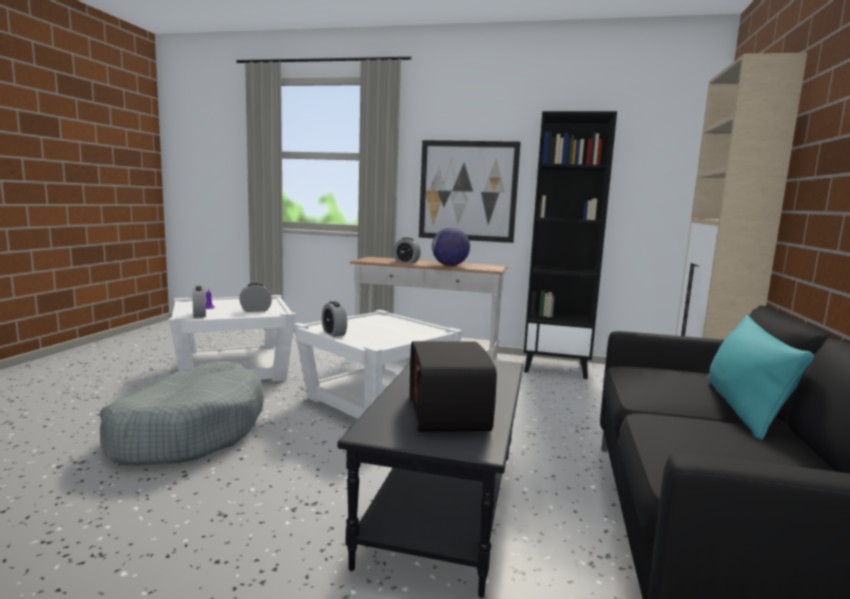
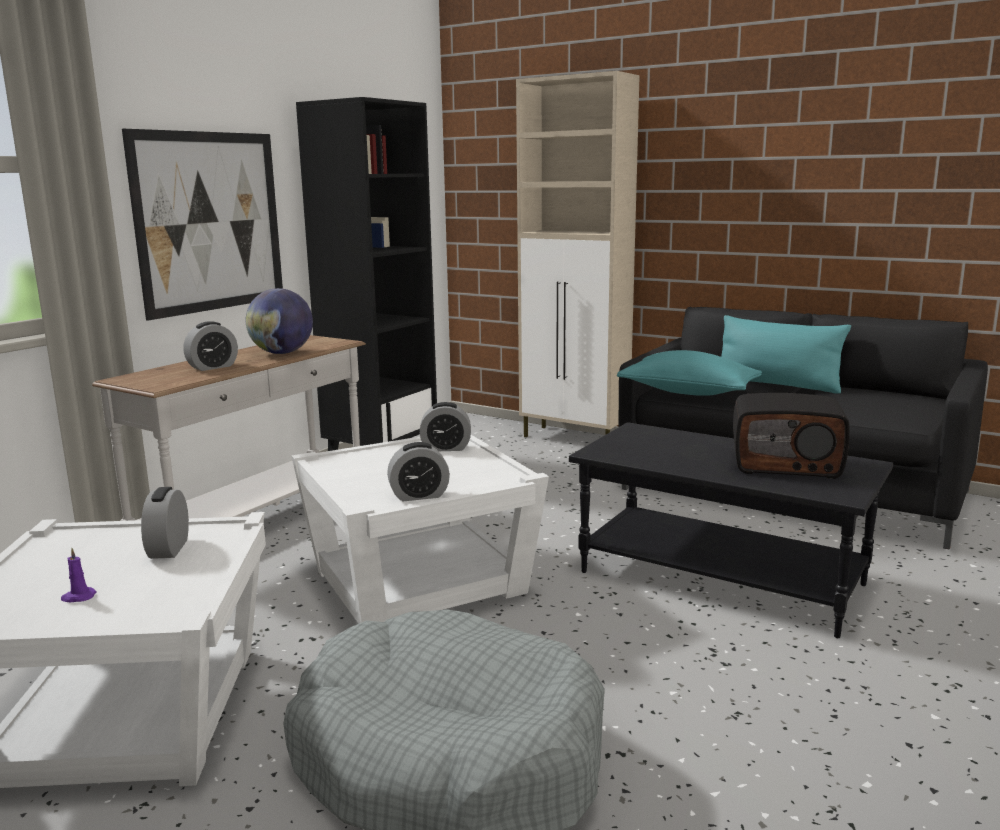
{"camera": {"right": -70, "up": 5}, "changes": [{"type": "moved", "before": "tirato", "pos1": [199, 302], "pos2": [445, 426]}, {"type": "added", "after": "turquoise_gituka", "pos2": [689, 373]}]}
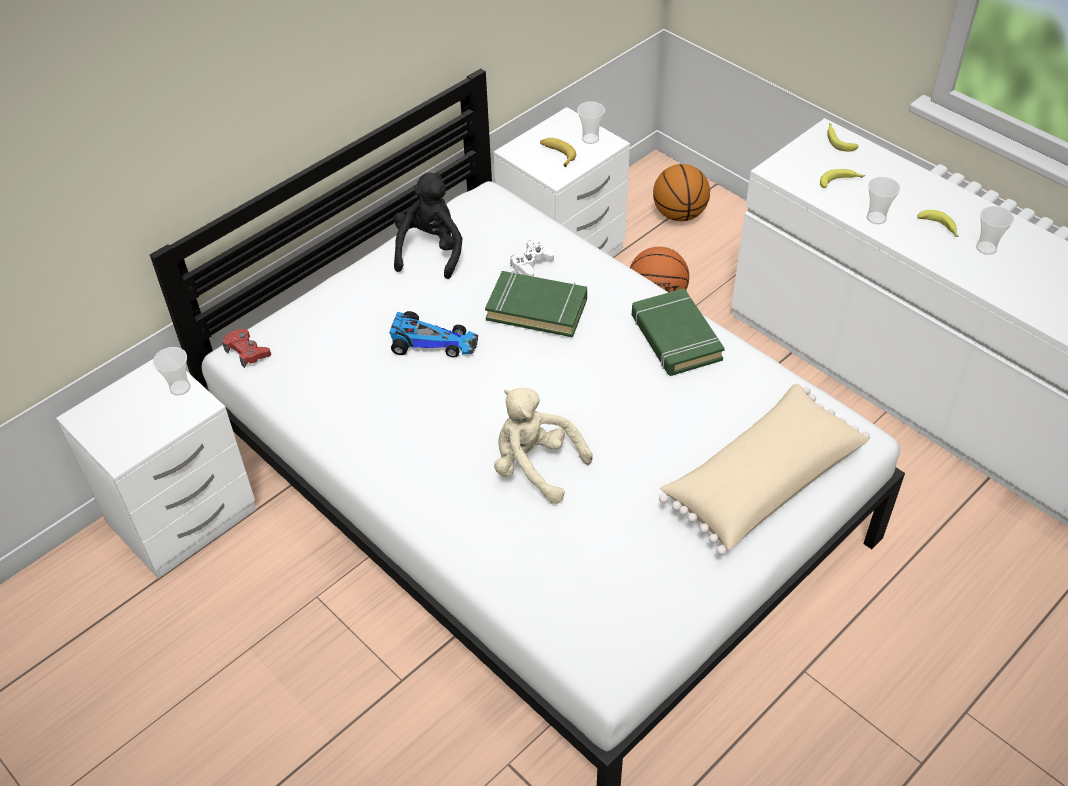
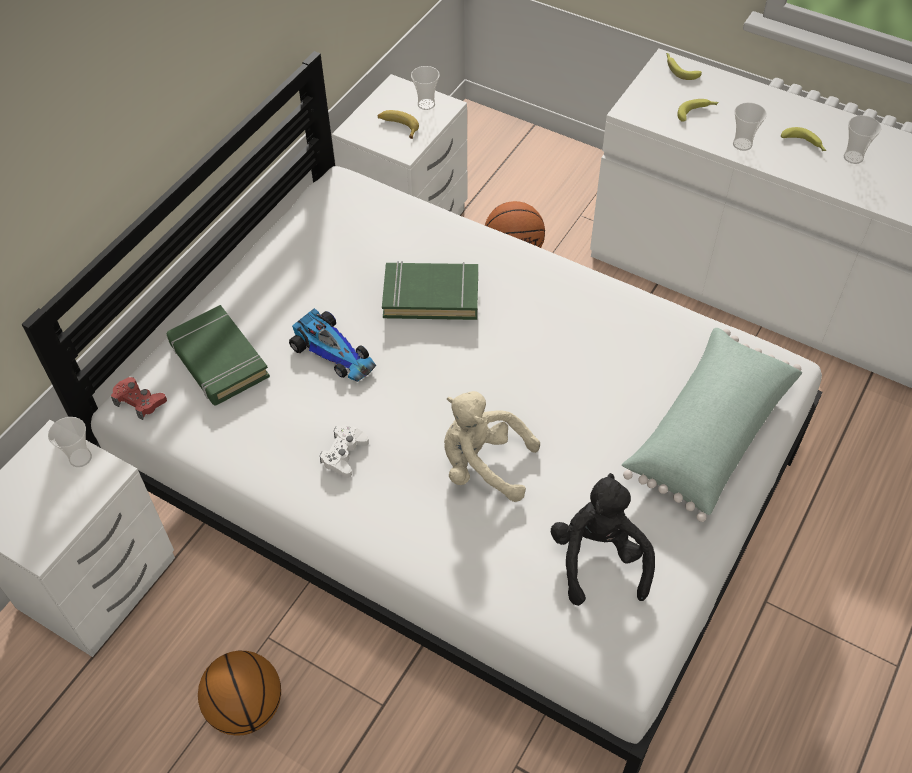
{"camera": {"right": -15, "up": 5}, "changes": [{"type": "turned", "before": "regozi", "pos1": [433, 334], "pos2": [332, 345], "turn": 45}, {"type": "moved", "before": "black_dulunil", "pos1": [428, 226], "pos2": [603, 539]}, {"type": "moved", "before": "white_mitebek", "pos1": [532, 258], "pos2": [344, 451]}, {"type": "moved", "before": "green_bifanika", "pos1": [678, 332], "pos2": [218, 355]}, {"type": "moved", "before": "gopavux", "pos1": [681, 192], "pos2": [239, 693]}, {"type": "recoloured", "before": "beige_gituka", "after": "green_gituka", "pos1": [764, 469], "pos2": [712, 425]}]}
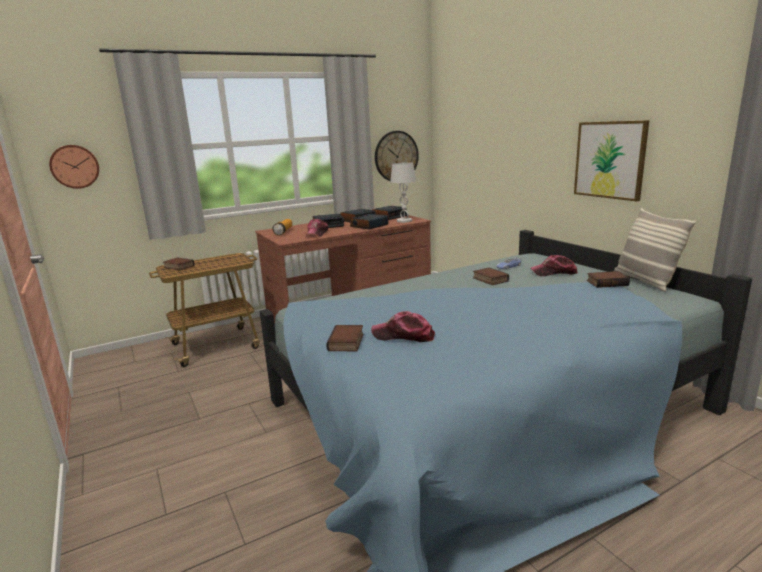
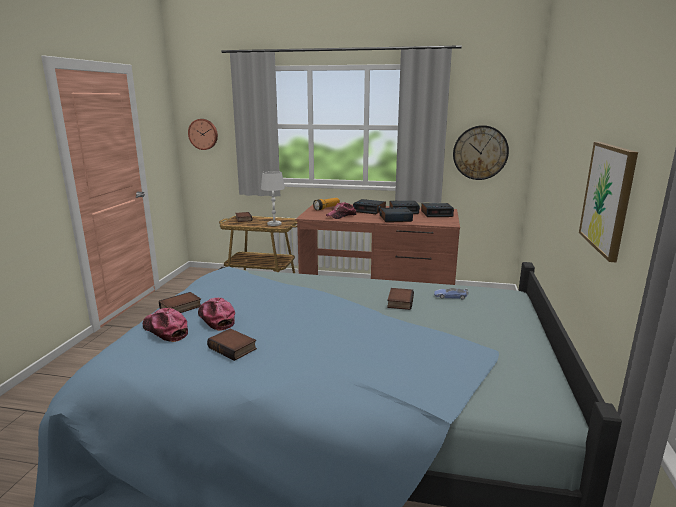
{"camera": {"right": 40, "up": 0}, "changes": [{"type": "moved", "before": "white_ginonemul", "pos1": [403, 192], "pos2": [273, 198]}, {"type": "moved", "before": "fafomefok", "pos1": [554, 265], "pos2": [165, 325]}, {"type": "moved", "before": "bifanika", "pos1": [608, 279], "pos2": [232, 344]}, {"type": "removed", "before": "gituka", "pos1": [655, 250]}]}
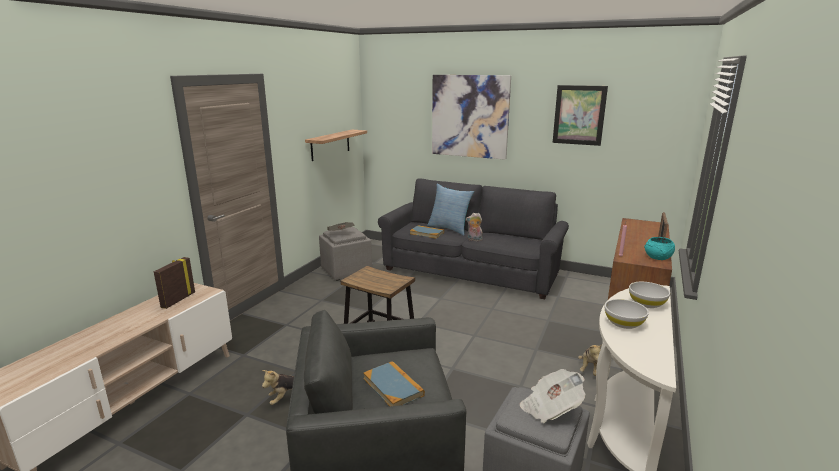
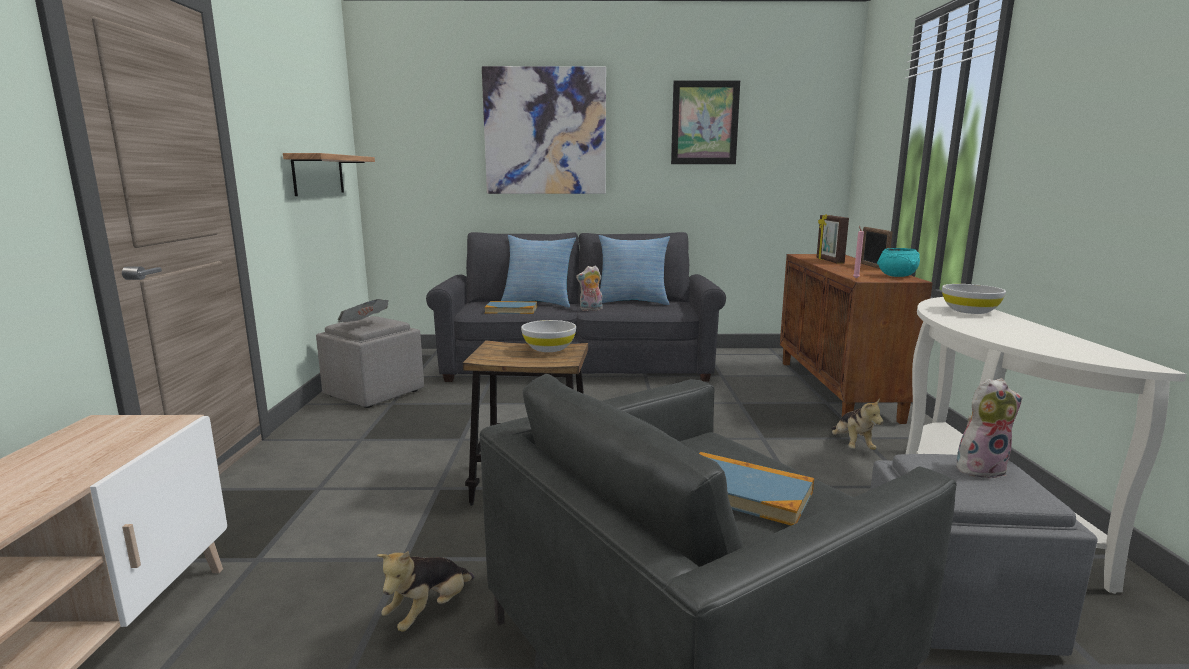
{"camera": {"right": -25, "up": -5}, "changes": [{"type": "moved", "before": "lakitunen", "pos1": [174, 283], "pos2": [833, 238]}, {"type": "replaced", "before": "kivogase", "after": "dulunil", "pos1": [552, 396], "pos2": [989, 428]}, {"type": "moved", "before": "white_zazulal", "pos1": [627, 314], "pos2": [548, 336]}, {"type": "added", "after": "gituka", "pos2": [634, 270]}]}
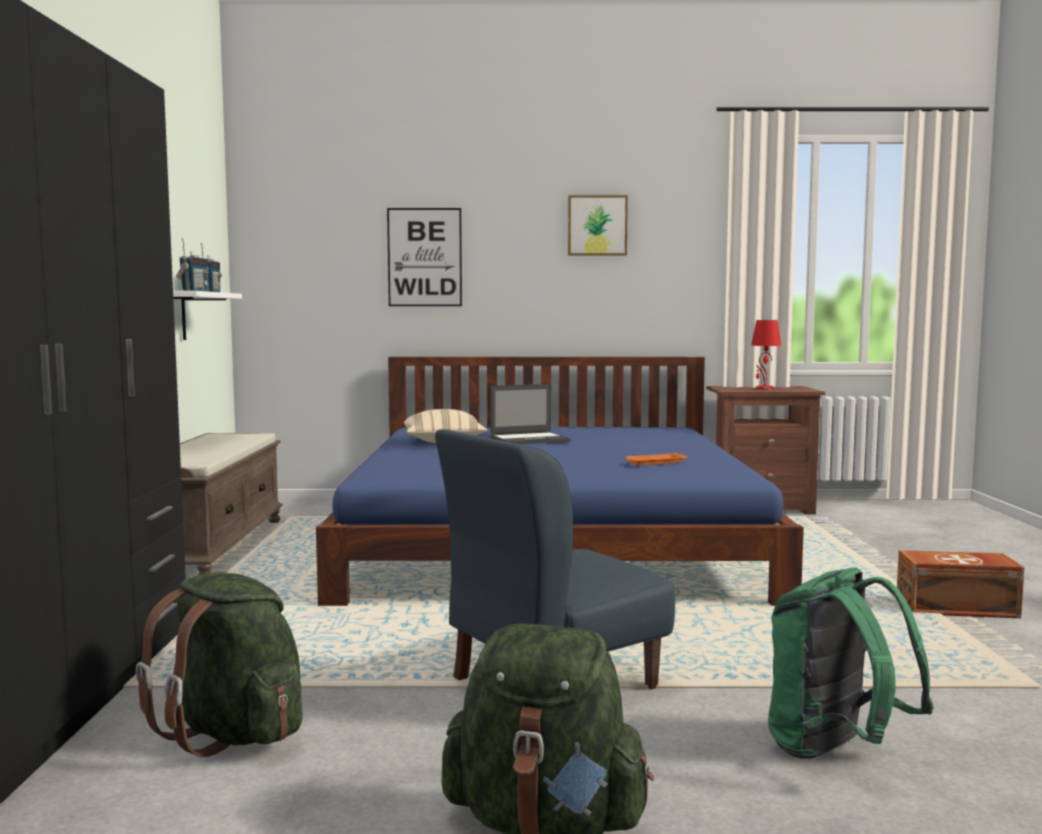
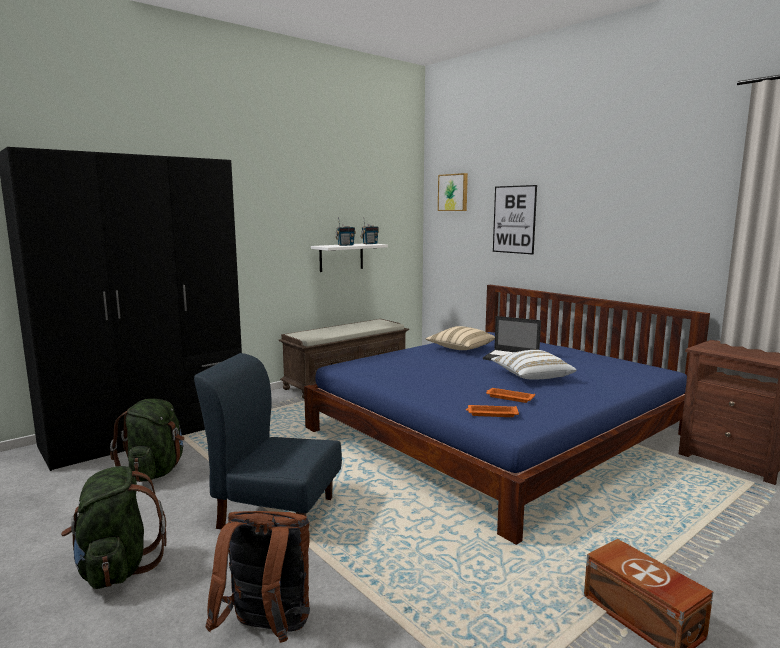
{"camera": {"right": 50, "up": 5}, "changes": [{"type": "moved", "before": "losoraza", "pos1": [598, 225], "pos2": [453, 192]}, {"type": "removed", "before": "red_ginonemul", "pos1": [766, 355]}, {"type": "recoloured", "before": "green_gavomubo", "after": "brown_gavomubo", "pos1": [851, 663], "pos2": [257, 577]}, {"type": "added", "after": "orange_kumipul", "pos2": [492, 411]}, {"type": "added", "after": "white_gituka", "pos2": [534, 365]}]}
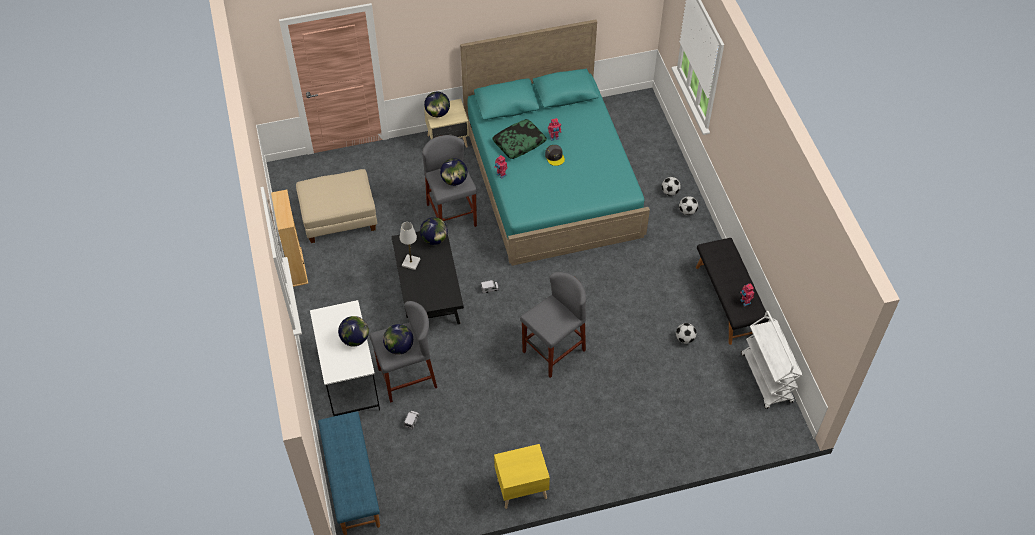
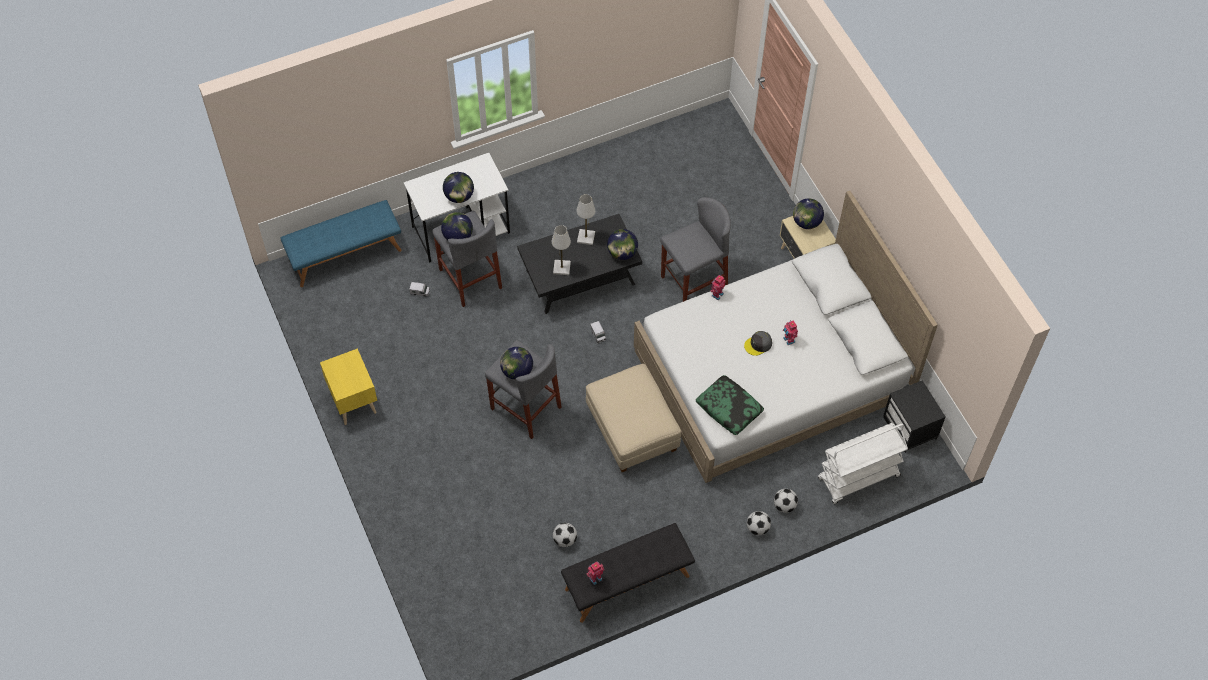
{"camera": {"right": 80, "up": 5}, "changes": [{"type": "removed", "before": "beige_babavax", "pos1": [289, 238]}, {"type": "moved", "before": "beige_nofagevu", "pos1": [336, 206], "pos2": [633, 418]}, {"type": "moved", "before": "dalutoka", "pos1": [454, 172], "pos2": [516, 363]}, {"type": "recoloured", "before": "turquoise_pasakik", "after": "white_pasakik", "pos1": [555, 142], "pos2": [786, 337]}, {"type": "moved", "before": "gituka", "pos1": [519, 139], "pos2": [730, 405]}, {"type": "moved", "before": "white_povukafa", "pos1": [771, 360], "pos2": [863, 463]}, {"type": "added", "after": "white_ginonemul", "pos2": [561, 250]}, {"type": "added", "after": "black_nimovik", "pos2": [914, 416]}]}
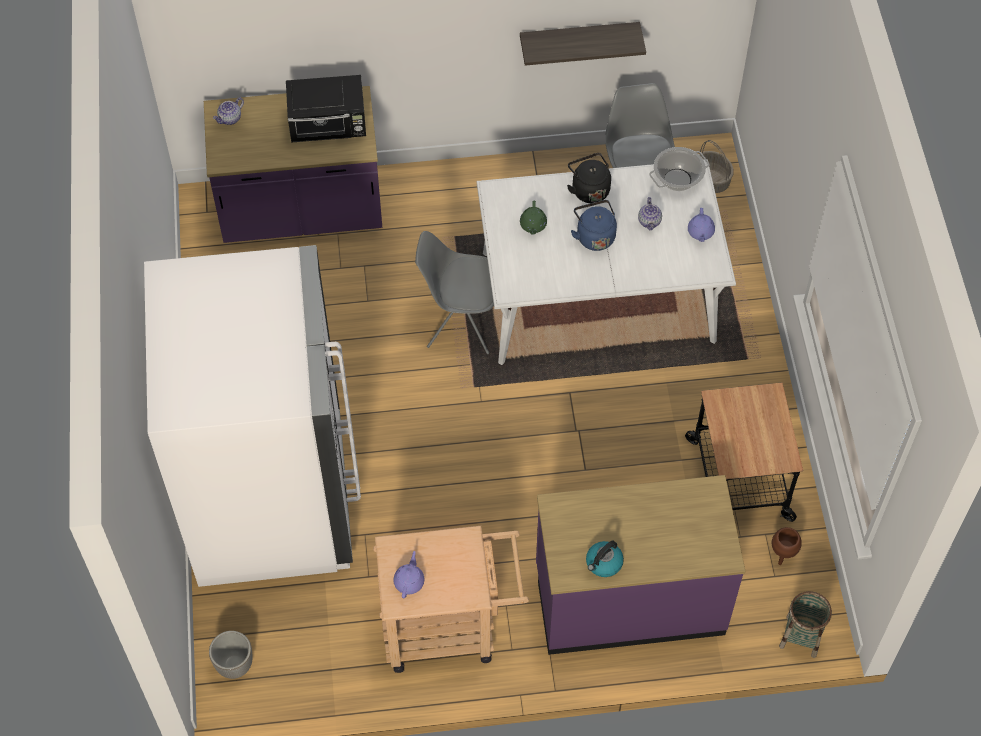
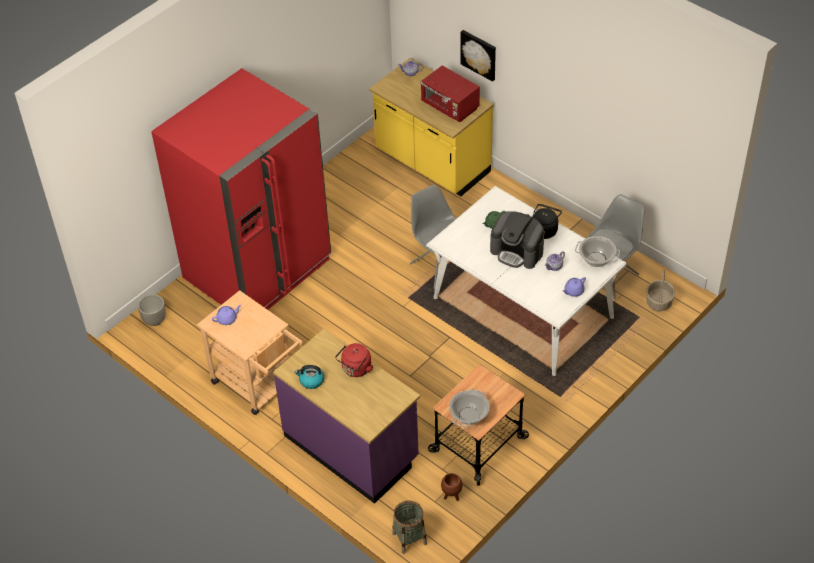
{"camera": {"right": 50, "up": -10}, "changes": [{"type": "recoloured", "before": "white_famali", "after": "red_famali", "pos1": [252, 416], "pos2": [241, 189]}, {"type": "recoloured", "before": "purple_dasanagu", "after": "yellow_dasanagu", "pos1": [293, 164], "pos2": [431, 127]}, {"type": "recoloured", "before": "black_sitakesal", "after": "red_sitakesal", "pos1": [326, 109], "pos2": [450, 93]}, {"type": "removed", "before": "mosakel", "pos1": [583, 44]}, {"type": "replaced", "before": "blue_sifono", "after": "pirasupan", "pos1": [594, 225], "pos2": [517, 240]}, {"type": "added", "after": "red_sifono", "pos2": [354, 360]}, {"type": "added", "after": "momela", "pos2": [469, 408]}, {"type": "added", "after": "losoraza", "pos2": [478, 56]}]}
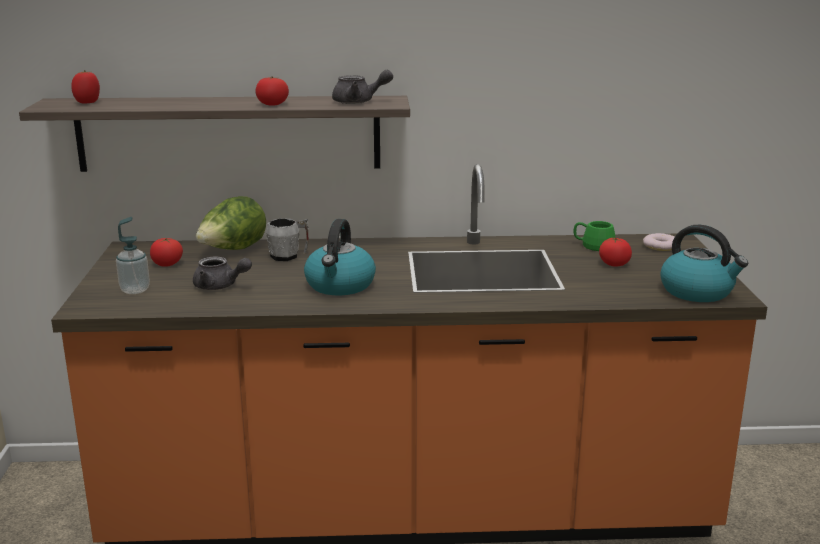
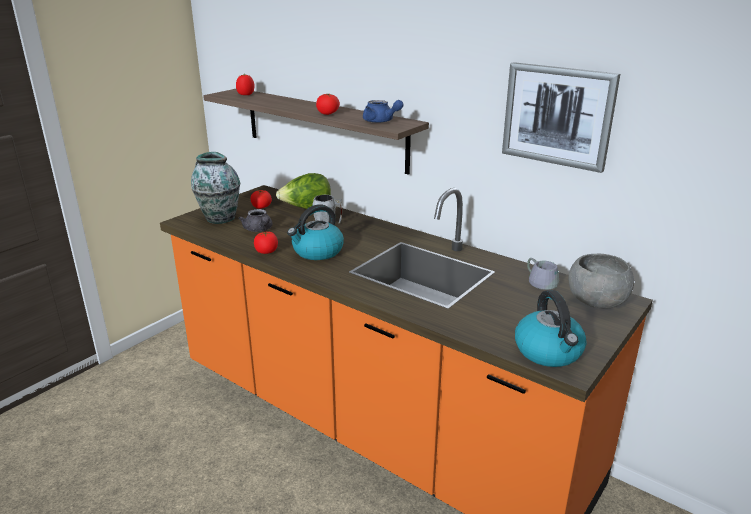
{"camera": {"right": 40, "up": 5}, "changes": [{"type": "replaced", "before": "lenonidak", "after": "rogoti", "pos1": [133, 255], "pos2": [215, 188]}, {"type": "recoloured", "before": "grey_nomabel", "after": "blue_nomabel", "pos1": [362, 87], "pos2": [383, 111]}, {"type": "recoloured", "before": "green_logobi", "after": "grey_logobi", "pos1": [595, 236], "pos2": [543, 274]}, {"type": "moved", "before": "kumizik", "pos1": [615, 252], "pos2": [266, 242]}, {"type": "replaced", "before": "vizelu", "after": "grey_zazulal", "pos1": [659, 242], "pos2": [601, 281]}, {"type": "added", "after": "losoraza", "pos2": [561, 117]}]}
